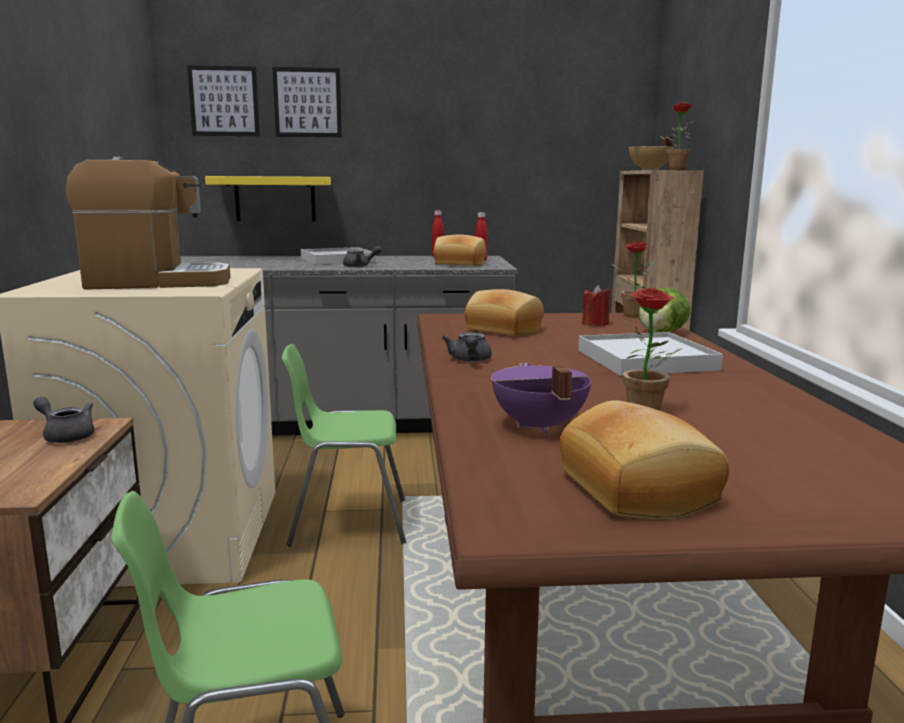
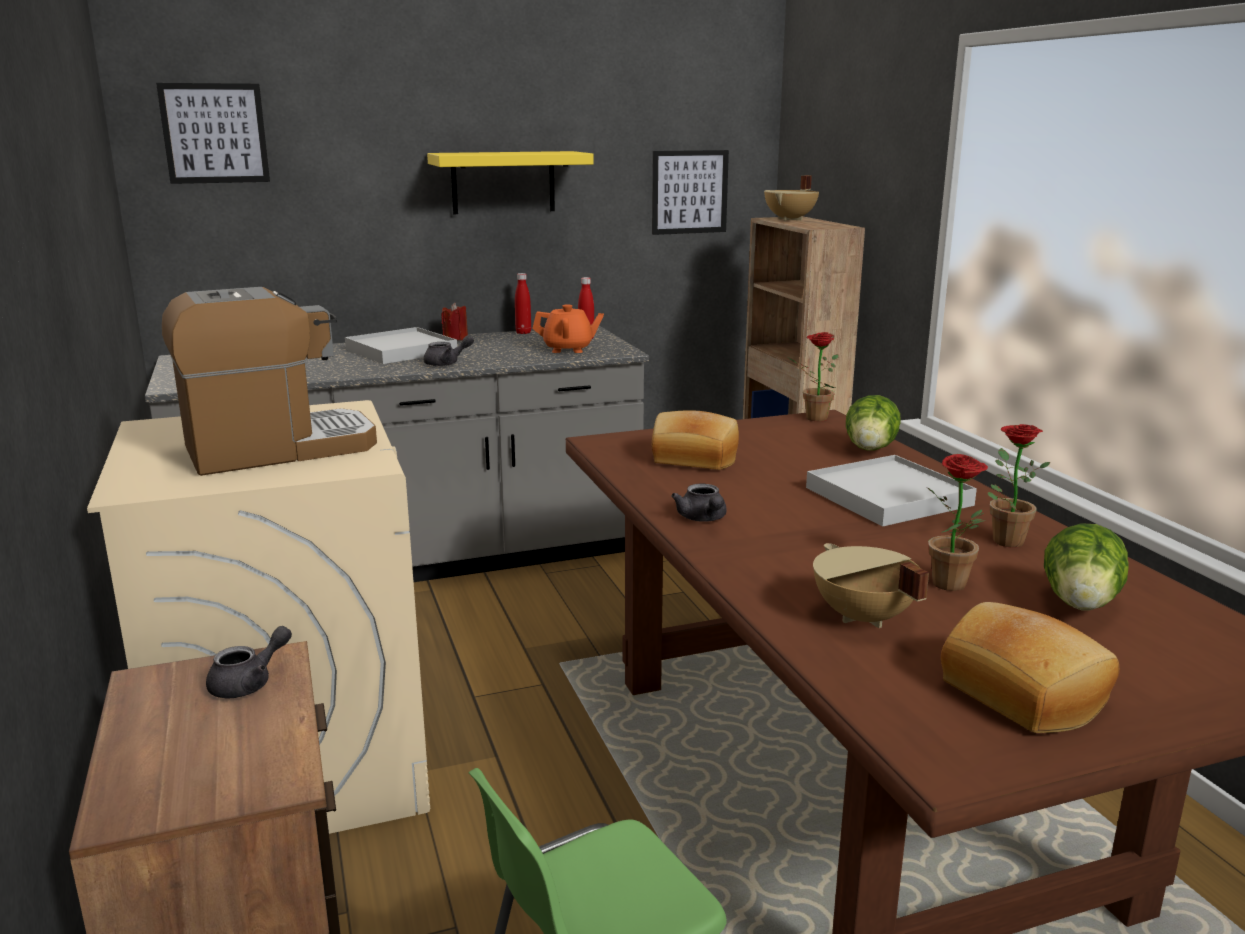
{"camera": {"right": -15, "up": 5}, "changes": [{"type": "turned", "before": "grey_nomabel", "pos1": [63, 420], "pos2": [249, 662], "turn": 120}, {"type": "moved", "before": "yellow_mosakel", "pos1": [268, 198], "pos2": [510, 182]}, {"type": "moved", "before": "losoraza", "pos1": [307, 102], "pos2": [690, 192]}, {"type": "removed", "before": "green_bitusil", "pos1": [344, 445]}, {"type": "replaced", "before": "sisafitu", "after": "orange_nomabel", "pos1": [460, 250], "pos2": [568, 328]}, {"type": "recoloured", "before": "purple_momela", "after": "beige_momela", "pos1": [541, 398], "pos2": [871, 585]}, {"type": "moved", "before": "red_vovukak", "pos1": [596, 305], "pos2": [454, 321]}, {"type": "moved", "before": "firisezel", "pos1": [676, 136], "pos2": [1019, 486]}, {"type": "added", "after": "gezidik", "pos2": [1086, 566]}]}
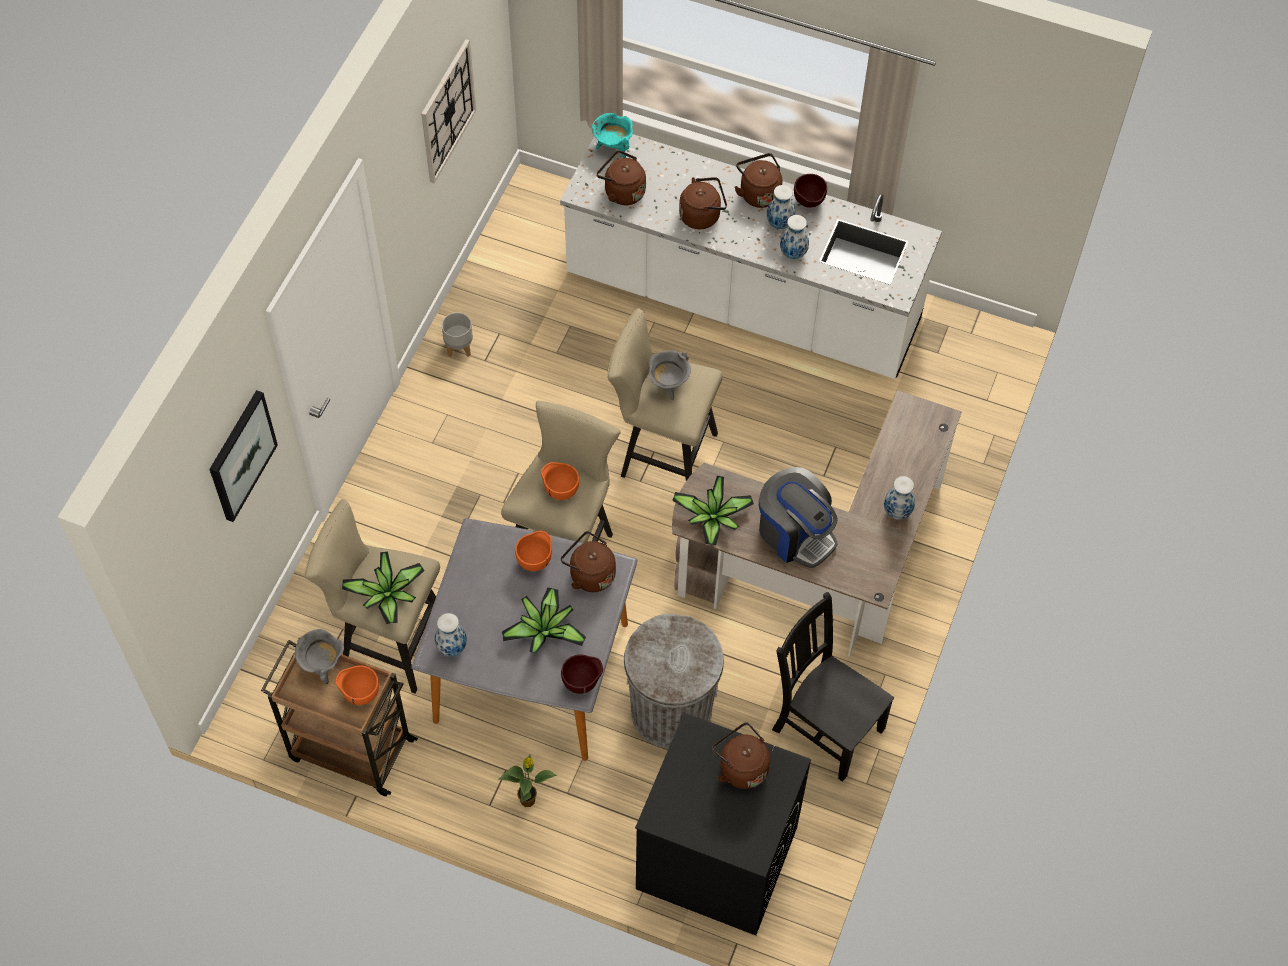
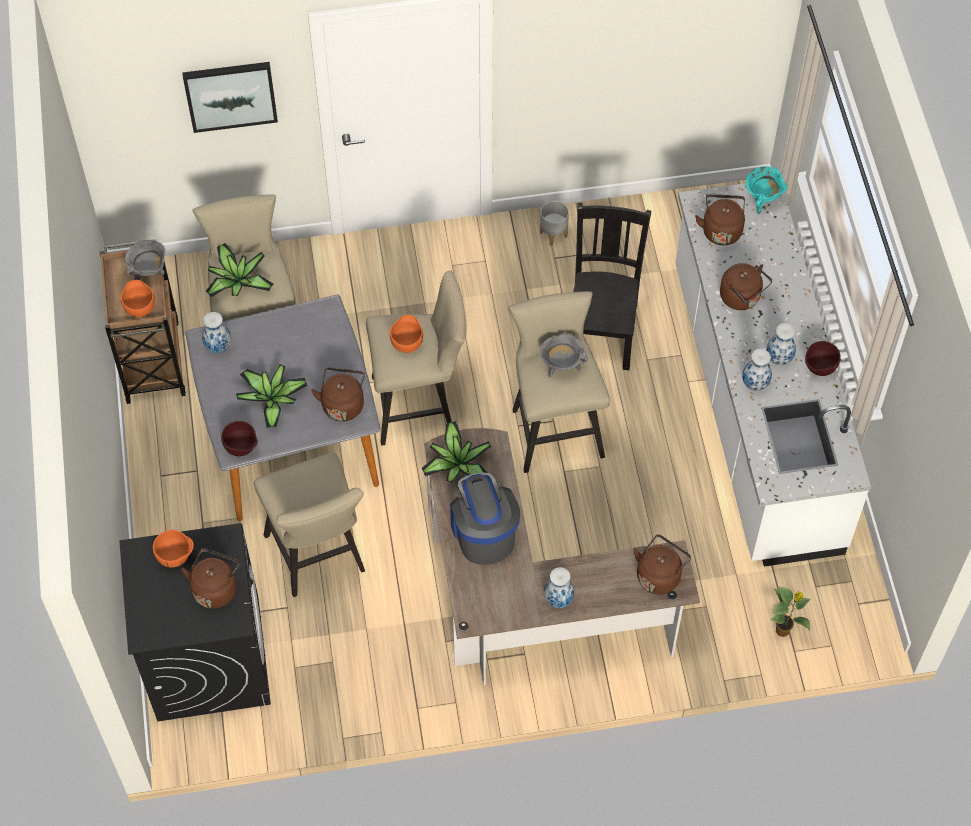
{"camera": {"right": 60, "up": 0}, "changes": [{"type": "removed", "before": "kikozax", "pos1": [448, 111]}, {"type": "moved", "before": "firisezel", "pos1": [528, 781], "pos2": [790, 611]}, {"type": "moved", "before": "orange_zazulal", "pos1": [533, 551], "pos2": [173, 548]}, {"type": "replaced", "before": "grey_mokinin", "after": "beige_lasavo", "pos1": [674, 681], "pos2": [309, 524]}, {"type": "moved", "before": "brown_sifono", "pos1": [758, 180], "pos2": [662, 565]}, {"type": "turned", "before": "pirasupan", "pos1": [798, 517], "pos2": [485, 519], "turn": 150}, {"type": "moved", "before": "black_bitusil", "pos1": [833, 686], "pos2": [612, 286]}]}
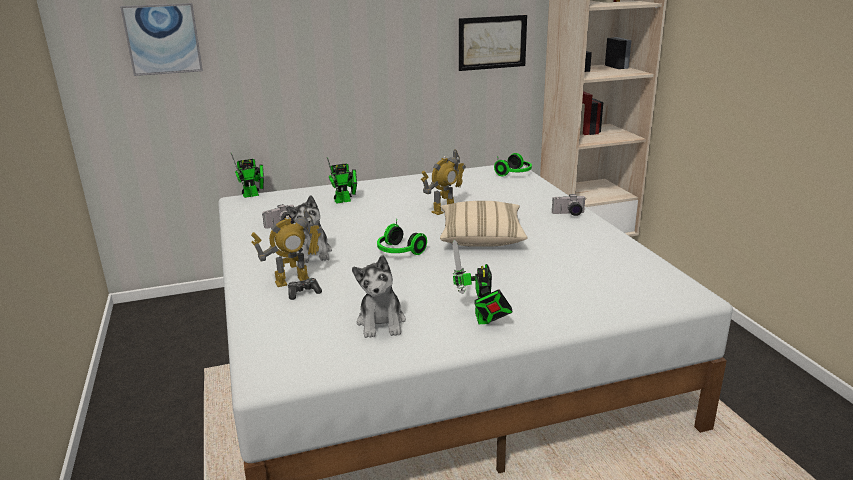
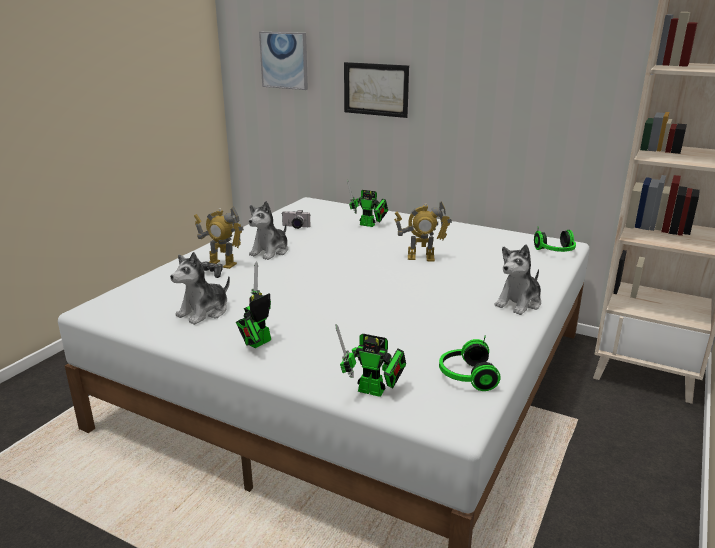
{"camera": {"right": 45, "up": 0}, "changes": [{"type": "moved", "before": "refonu", "pos1": [247, 175], "pos2": [371, 360]}, {"type": "moved", "before": "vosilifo", "pos1": [402, 237], "pos2": [470, 363]}, {"type": "removed", "before": "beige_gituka", "pos1": [484, 224]}, {"type": "moved", "before": "losoraza", "pos1": [493, 43], "pos2": [376, 90]}, {"type": "replaced", "before": "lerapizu", "after": "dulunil", "pos1": [569, 205], "pos2": [518, 279]}]}
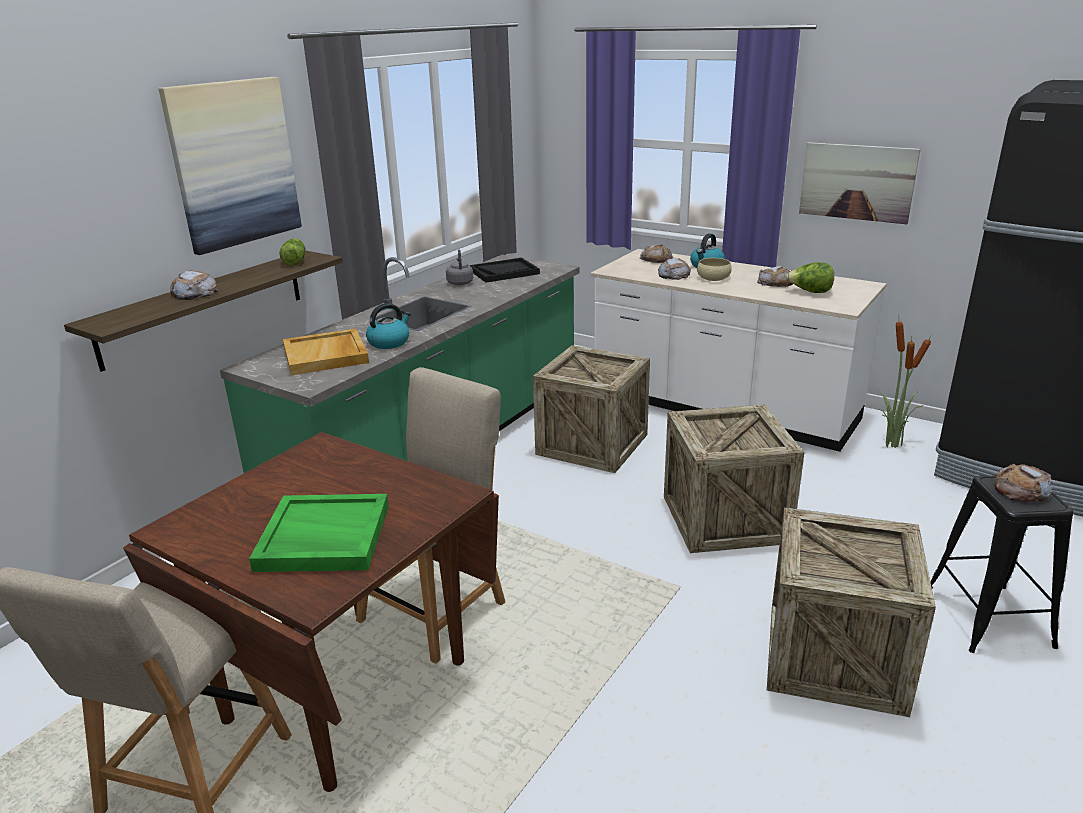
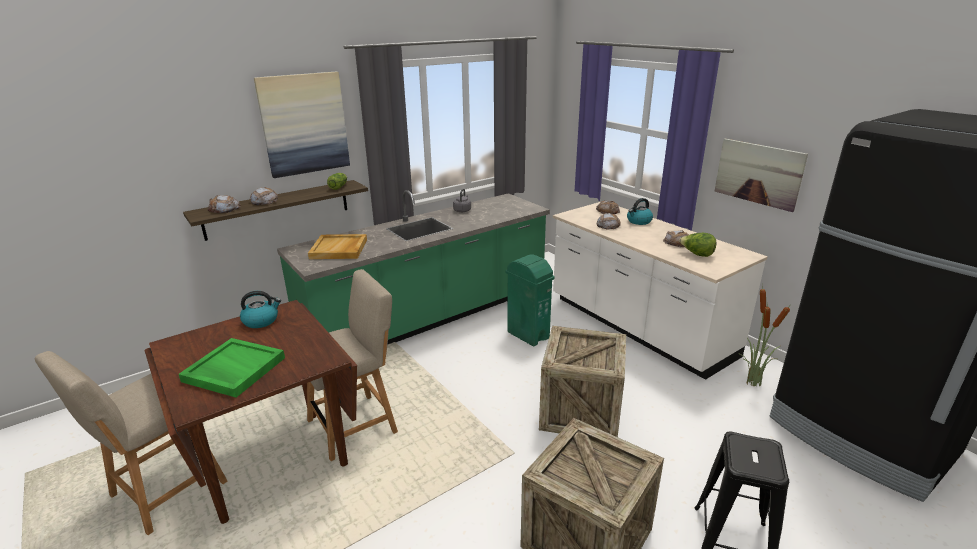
{"camera": {"right": 20, "up": 0}, "changes": [{"type": "moved", "before": "sifono", "pos1": [388, 326], "pos2": [260, 309]}, {"type": "removed", "before": "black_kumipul", "pos1": [504, 270]}, {"type": "replaced", "before": "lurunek", "after": "green_mokinin", "pos1": [591, 409], "pos2": [530, 300]}, {"type": "removed", "before": "beige_zazulal", "pos1": [714, 269]}, {"type": "moved", "before": "sisafitu", "pos1": [1023, 483], "pos2": [224, 204]}]}
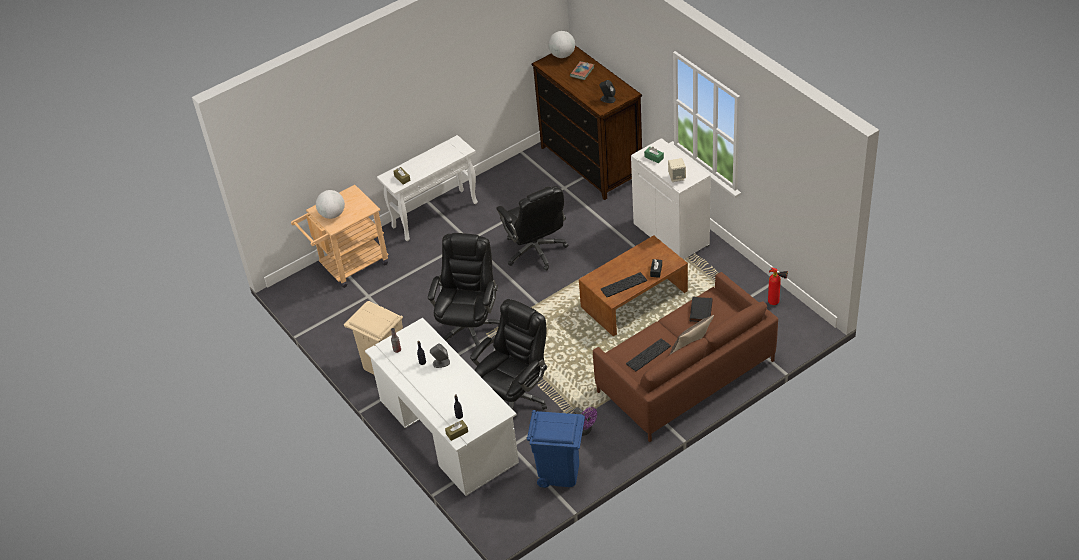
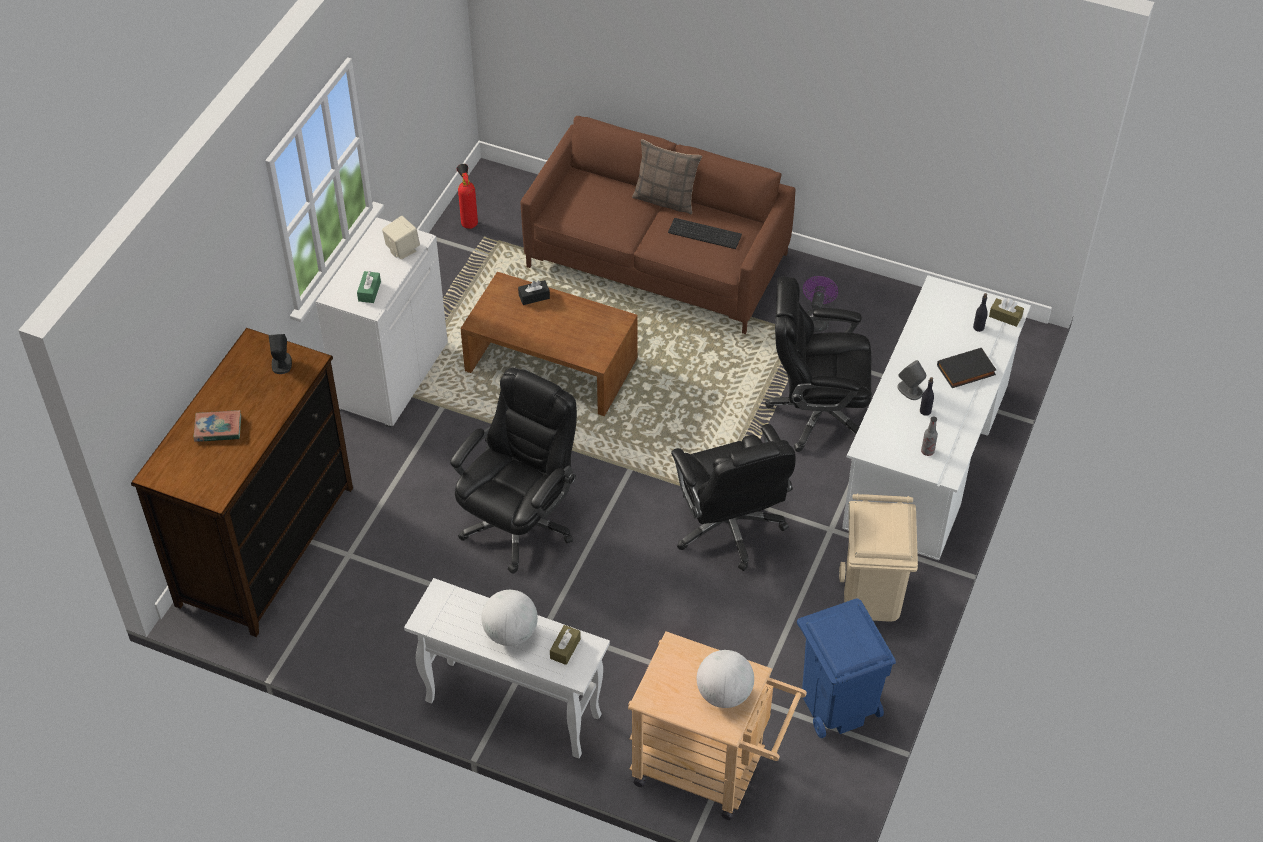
{"camera": {"right": -125, "up": 5}, "changes": [{"type": "turned", "before": "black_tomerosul", "pos1": [464, 290], "pos2": [733, 497], "turn": -90}, {"type": "moved", "before": "blue_mokinin", "pos1": [556, 449], "pos2": [846, 668]}, {"type": "moved", "before": "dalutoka", "pos1": [561, 44], "pos2": [509, 618]}, {"type": "removed", "before": "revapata", "pos1": [624, 284]}, {"type": "moved", "before": "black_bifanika", "pos1": [701, 309], "pos2": [966, 368]}]}
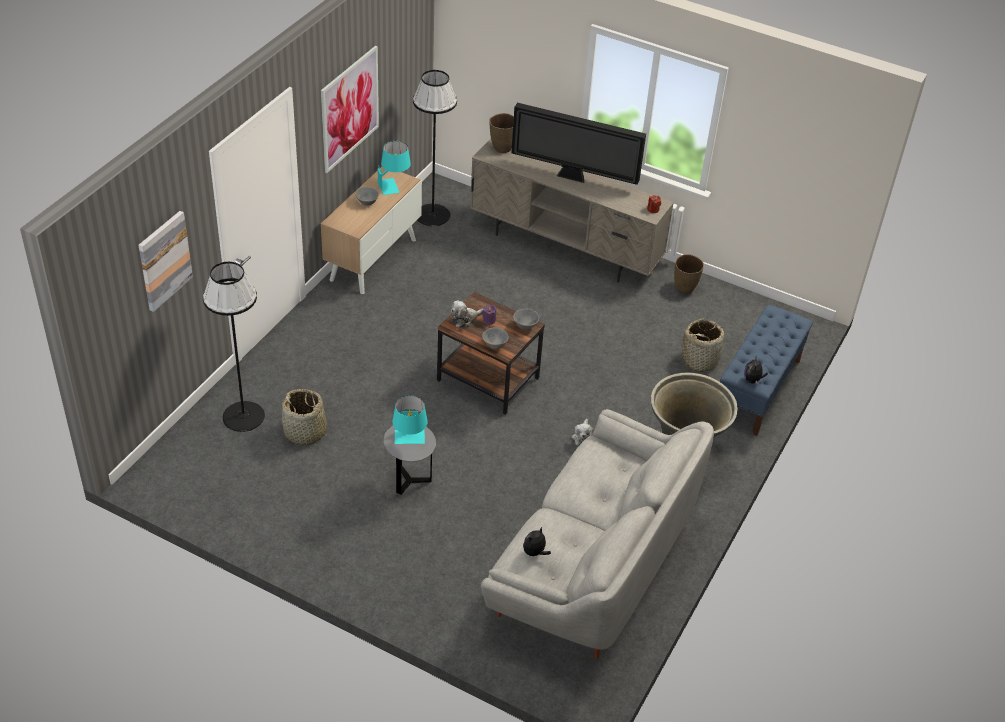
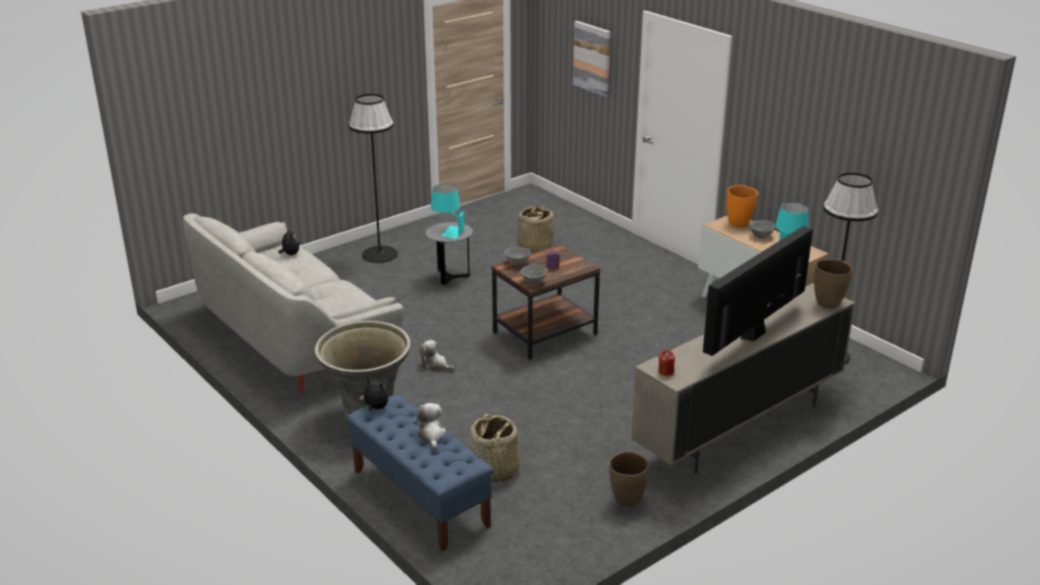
{"camera": {"right": 115, "up": -15}, "changes": [{"type": "moved", "before": "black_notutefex", "pos1": [234, 347], "pos2": [373, 178]}, {"type": "removed", "before": "losoraza", "pos1": [350, 109]}, {"type": "moved", "before": "dulunil", "pos1": [467, 314], "pos2": [430, 426]}, {"type": "added", "after": "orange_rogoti", "pos2": [742, 206]}]}
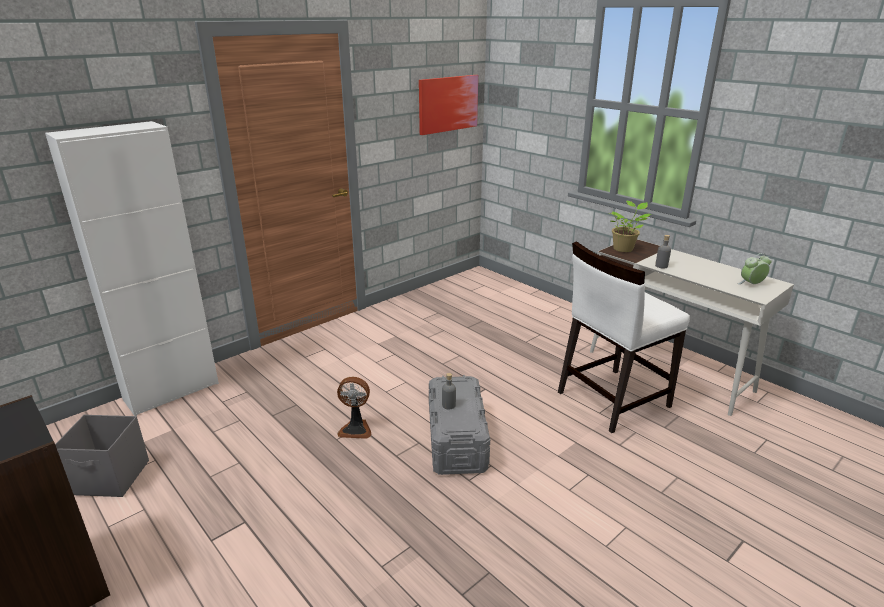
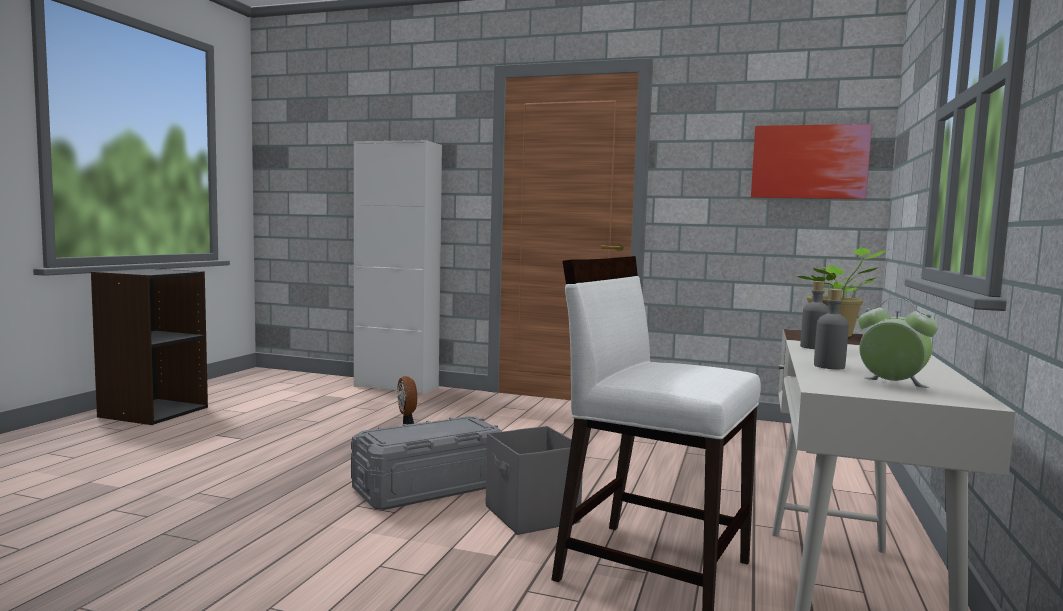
{"camera": {"right": 60, "up": -20}, "changes": [{"type": "moved", "before": "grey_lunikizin", "pos1": [102, 456], "pos2": [534, 480]}, {"type": "moved", "before": "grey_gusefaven", "pos1": [449, 391], "pos2": [831, 329]}]}
